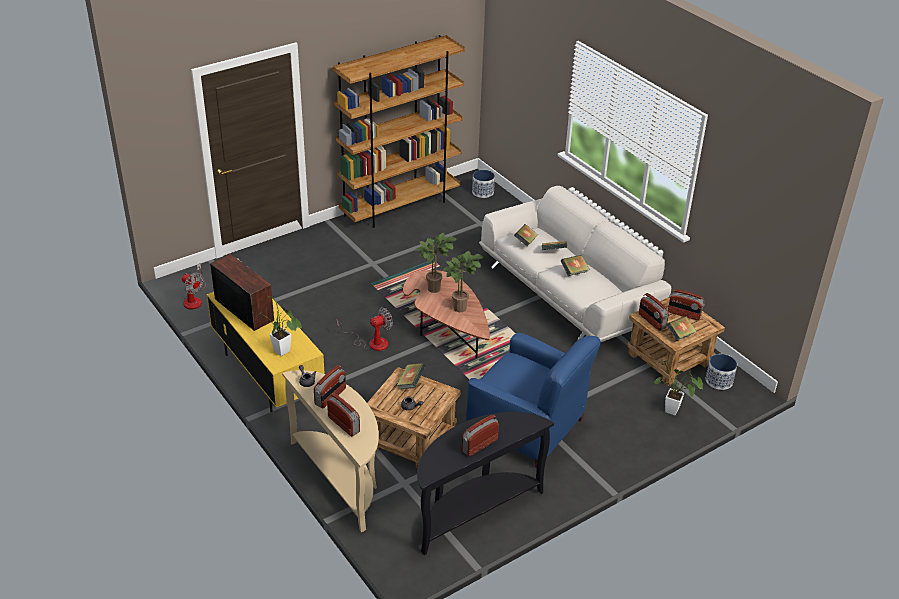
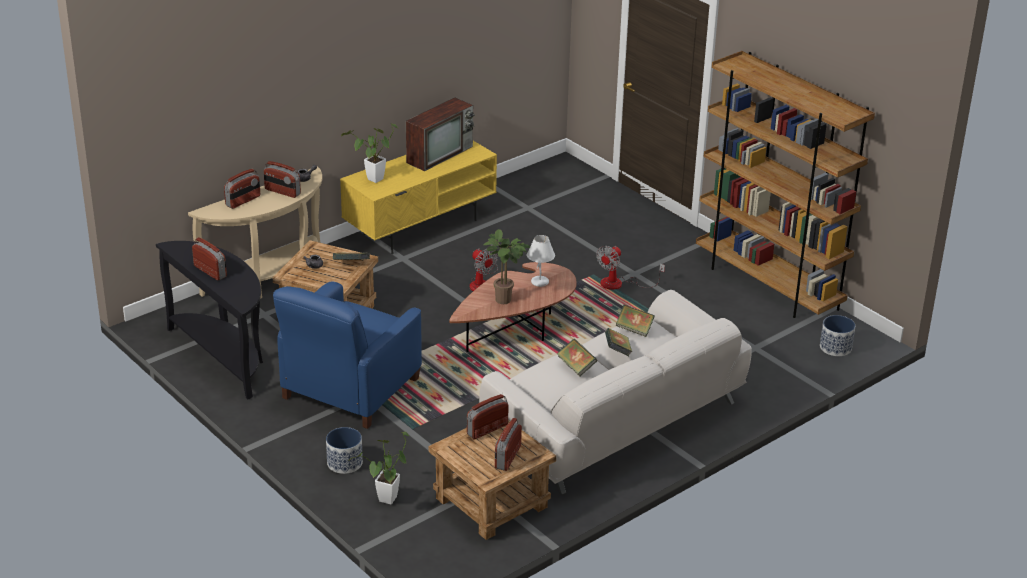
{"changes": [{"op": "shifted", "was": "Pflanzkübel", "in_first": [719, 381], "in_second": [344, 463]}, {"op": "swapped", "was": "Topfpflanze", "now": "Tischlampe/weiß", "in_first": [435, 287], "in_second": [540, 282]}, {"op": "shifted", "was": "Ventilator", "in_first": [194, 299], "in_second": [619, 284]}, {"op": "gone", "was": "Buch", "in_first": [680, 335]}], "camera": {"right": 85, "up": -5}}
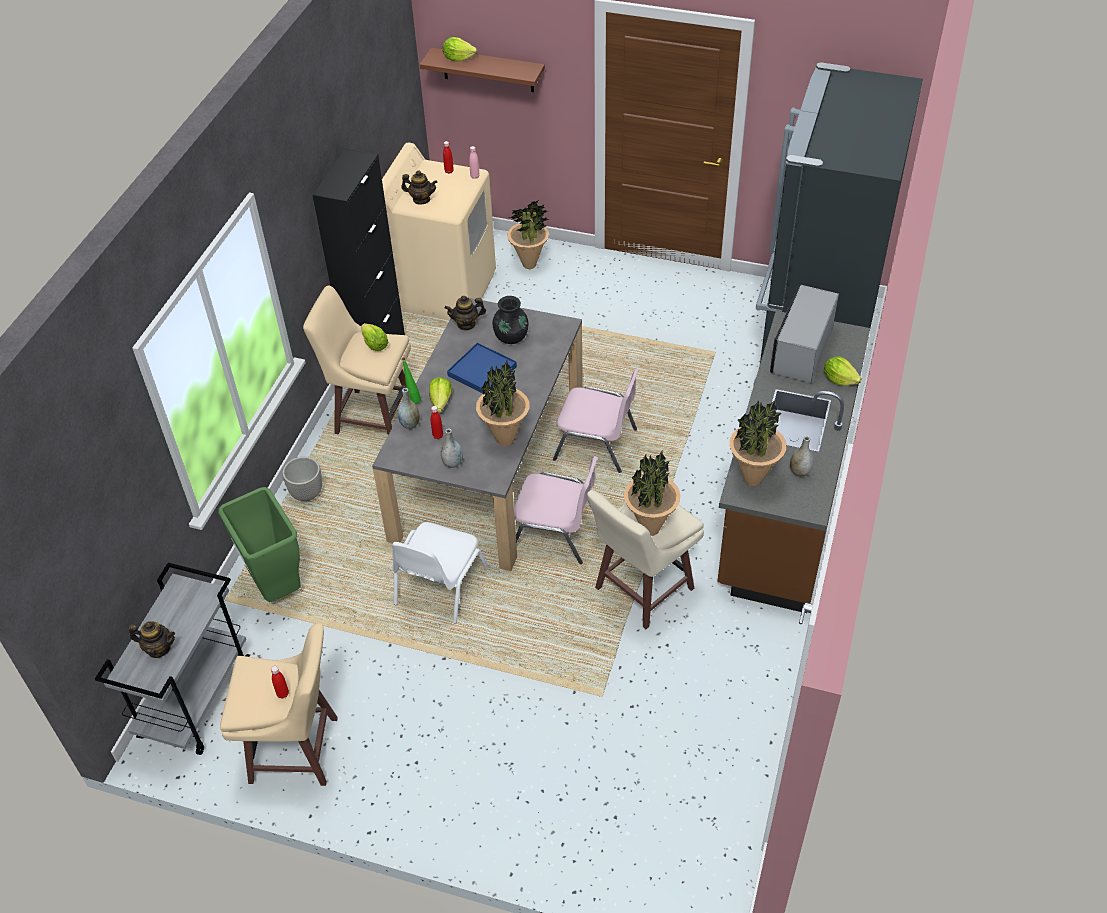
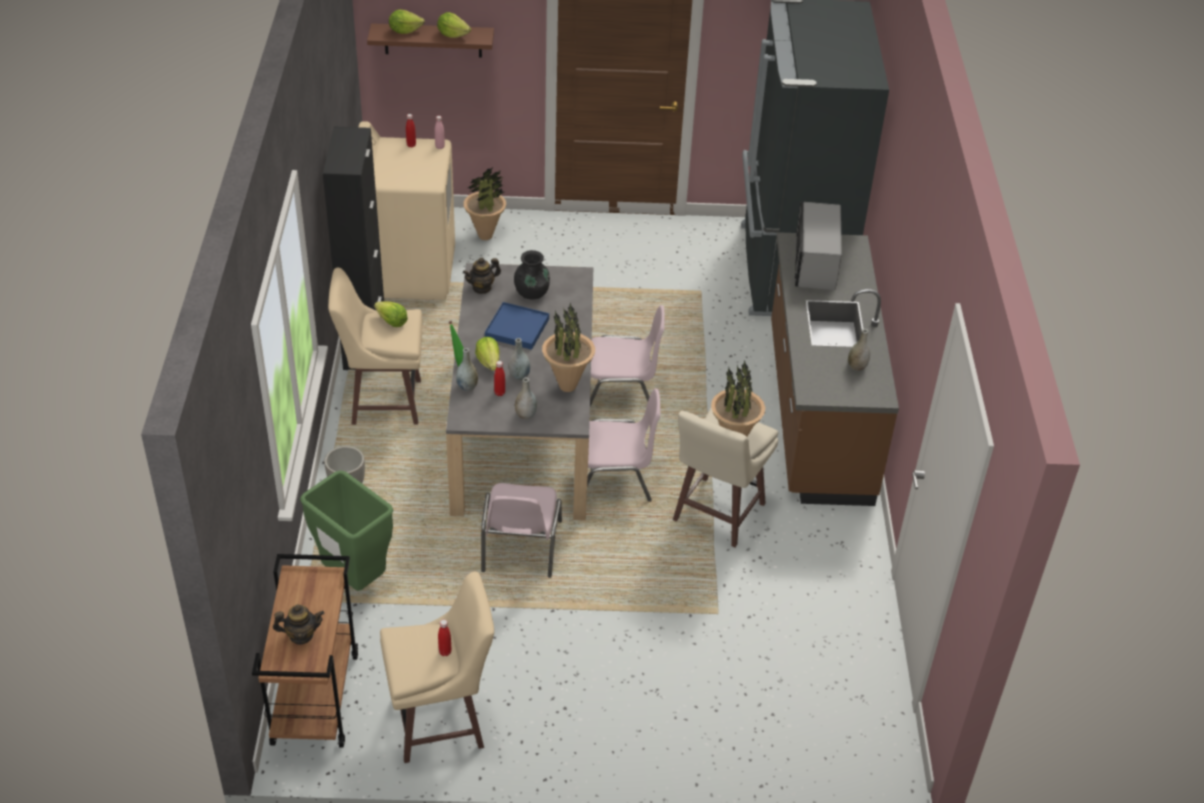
{"changes": [{"op": "repainted", "was": "Rollwagen/grau", "now": "Rollwagen/braun", "in_first": [196, 699], "in_second": [314, 698]}, {"op": "shifted", "was": "Salatkopf", "in_first": [839, 379], "in_second": [452, 34]}, {"op": "repainted", "was": "Stuhl/weiß", "now": "Stuhl/rosa", "in_first": [439, 586], "in_second": [520, 547]}, {"op": "new", "now": "Vase/grau", "in_second": [519, 376]}, {"op": "gone", "was": "Teekanne", "in_first": [421, 199]}, {"op": "gone", "was": "Topfpflanze", "in_first": [752, 479]}], "camera": {"right": -20, "up": -5}}
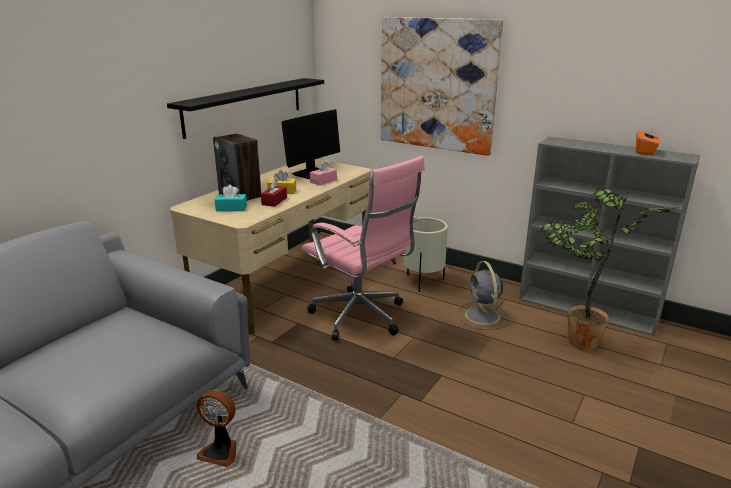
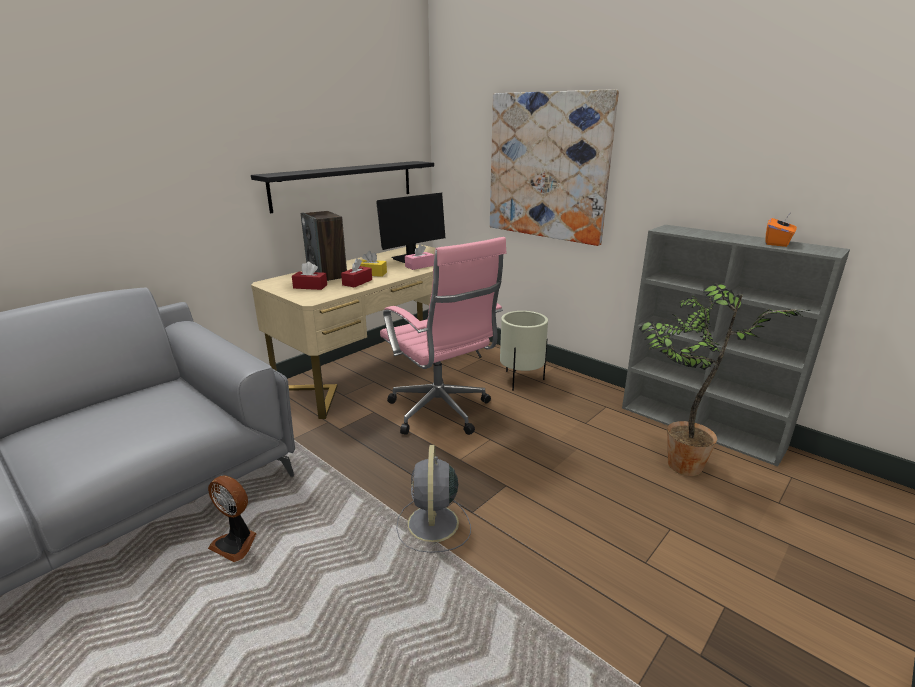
{"changes": [{"op": "repainted", "was": "Taschentuchbox/türkis", "now": "Taschentuchbox/rot", "in_first": [231, 208], "in_second": [310, 286]}, {"op": "shifted", "was": "Ventilator/grau", "in_first": [483, 316], "in_second": [433, 525]}], "camera": {"right": 10, "up": 0}}
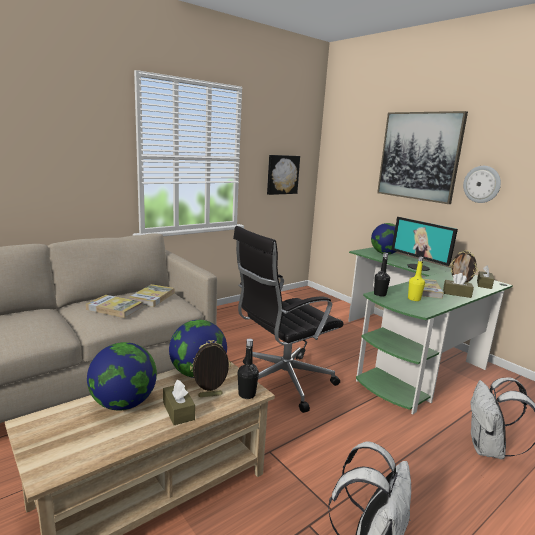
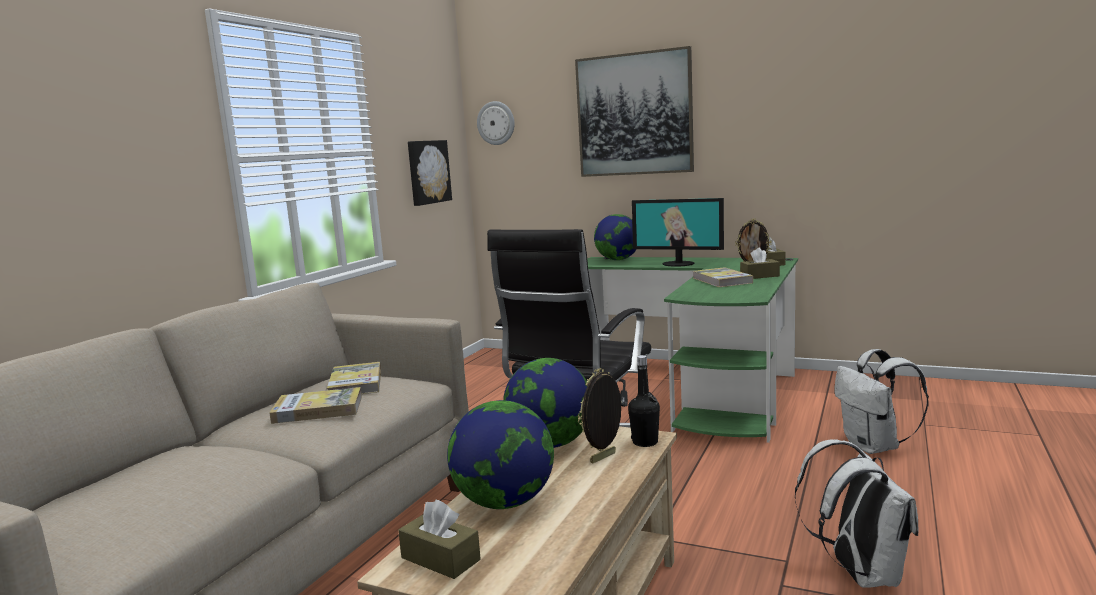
{"changes": [{"op": "shifted", "was": "Taschentuchbox/braun", "in_first": [178, 411], "in_second": [440, 559]}, {"op": "shifted", "was": "Wanduhr", "in_first": [482, 184], "in_second": [496, 123]}, {"op": "gone", "was": "Flasche/schwarz", "in_first": [379, 294]}, {"op": "gone", "was": "Flasche/gelb", "in_first": [414, 299]}], "camera": {"right": -25, "up": -5}}
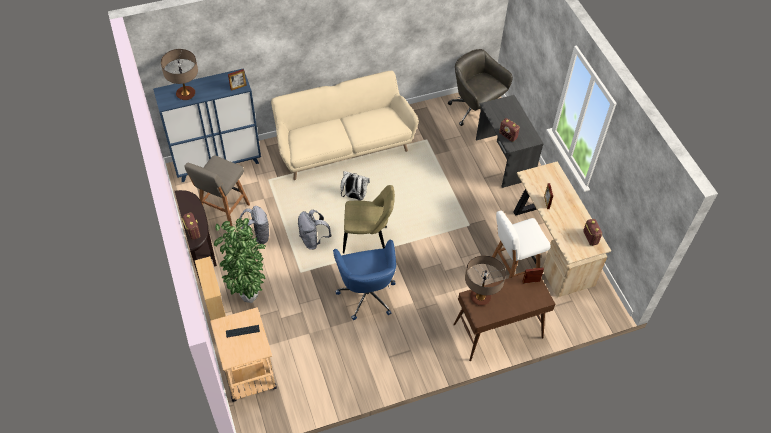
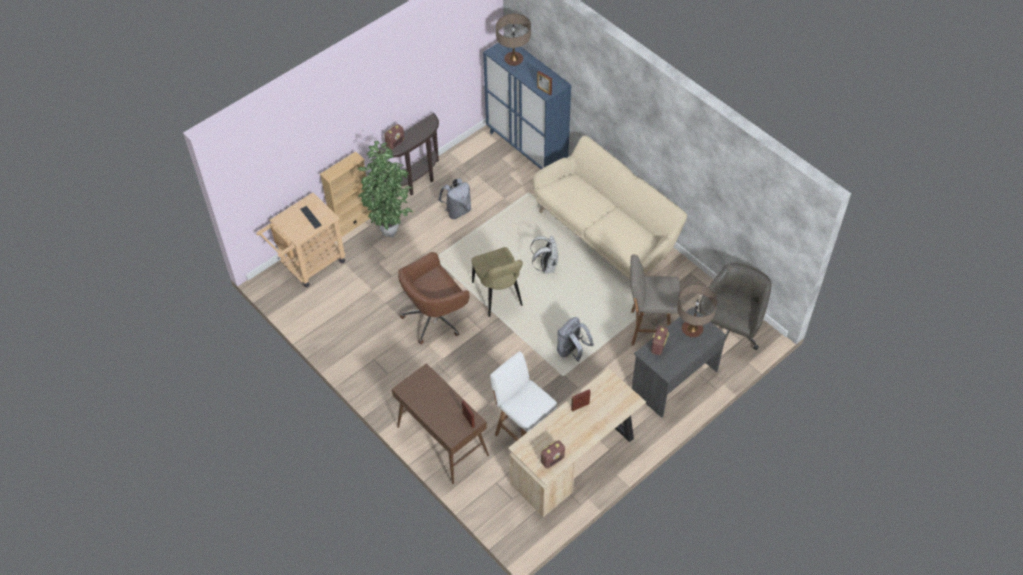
{"changes": [{"op": "repainted", "was": "Bürostuhl/blau", "now": "Bürostuhl/braun", "in_first": [367, 293], "in_second": [435, 317]}, {"op": "shifted", "was": "Rucksack/grau", "in_first": [313, 240], "in_second": [572, 351]}, {"op": "shifted", "was": "Hocker/grau", "in_first": [223, 211], "in_second": [648, 328]}, {"op": "shifted", "was": "Tischlampe", "in_first": [480, 297], "in_second": [692, 329]}], "camera": {"right": 70, "up": 0}}
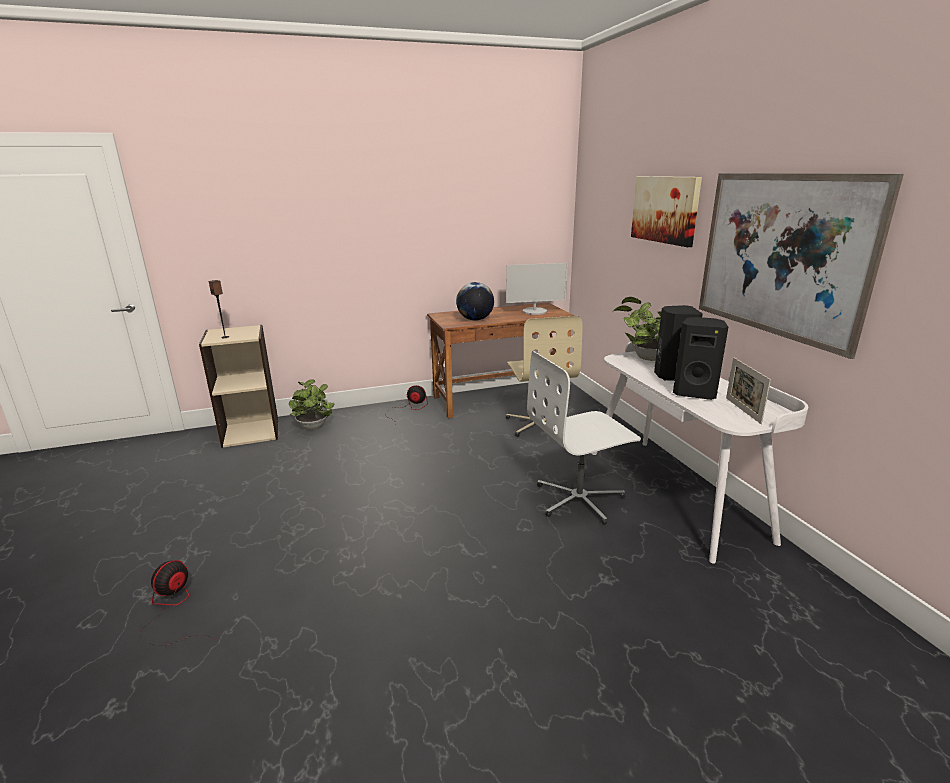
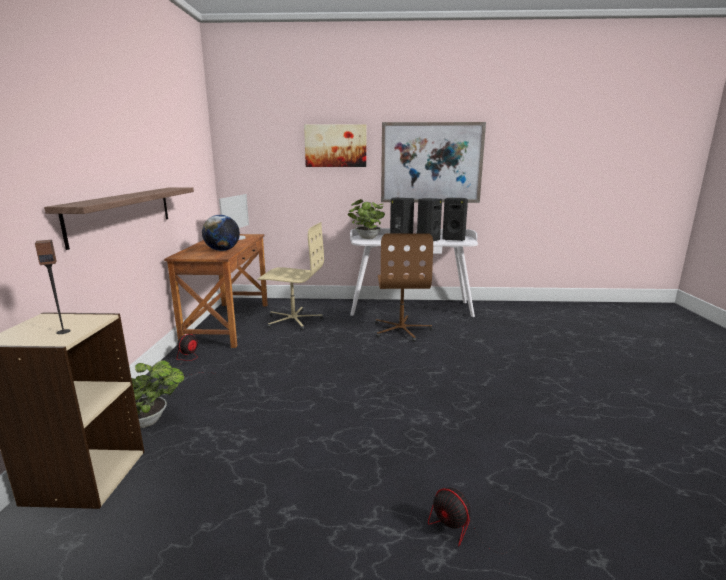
{"changes": [{"op": "new", "now": "Wandregal", "in_second": [123, 213]}, {"op": "repainted", "was": "Bürostuhl/weiß", "now": "Bürostuhl/braun", "in_first": [579, 499], "in_second": [401, 329]}, {"op": "swapped", "was": "Bilderrahmen", "now": "Lautsprecher/schwarz", "in_first": [742, 410], "in_second": [454, 239]}], "camera": {"right": -70, "up": -5}}
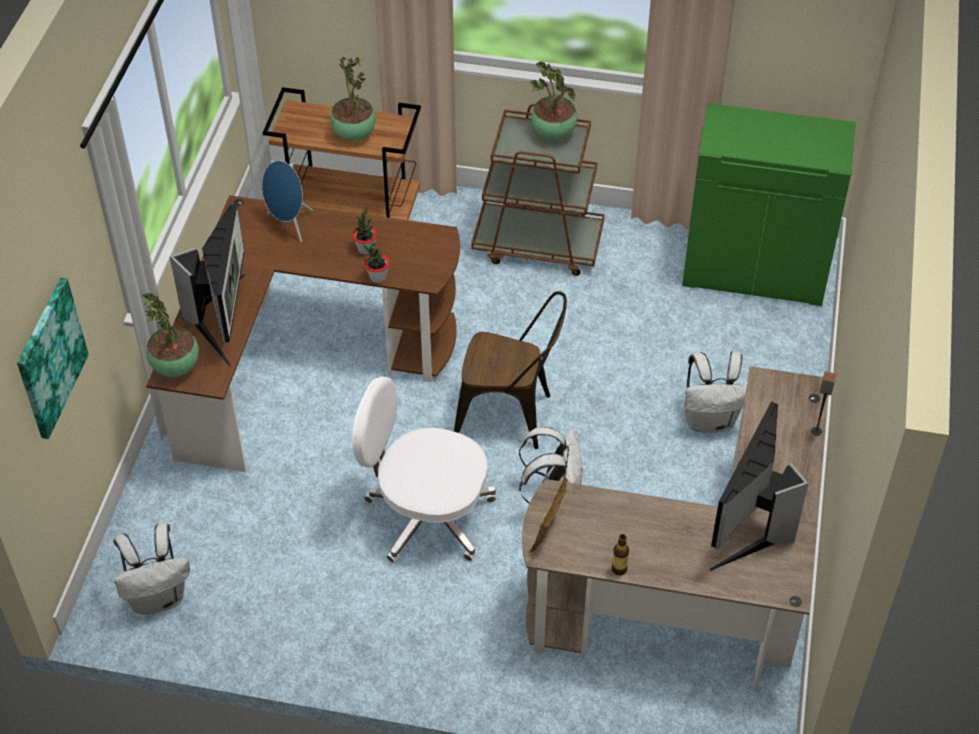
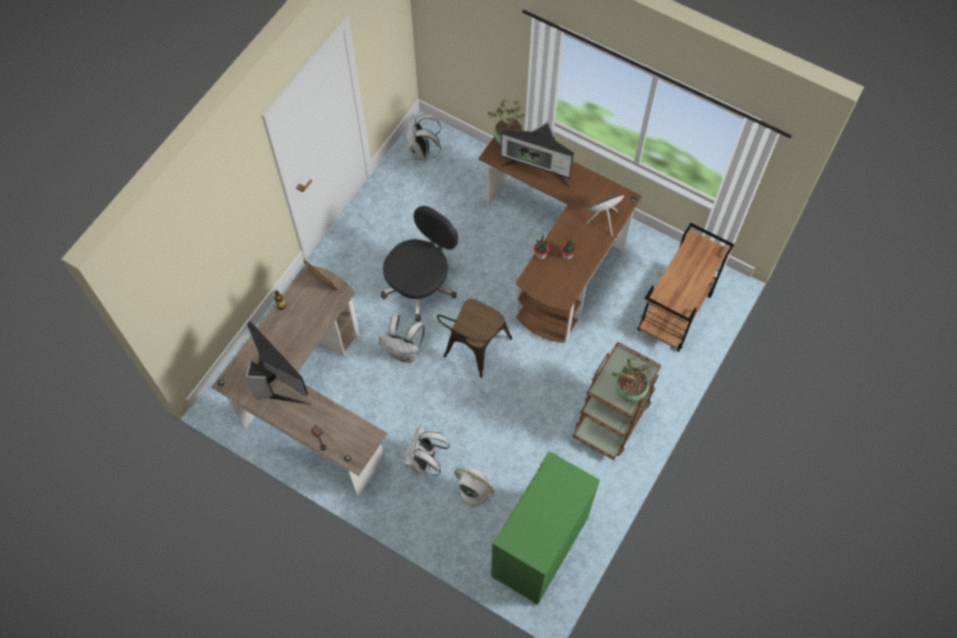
{"changes": [{"op": "repainted", "was": "Bürostuhl/weiß", "now": "Bürostuhl/schwarz", "in_first": [427, 515], "in_second": [421, 285]}, {"op": "new", "now": "Ventilator/weiß", "in_second": [473, 490]}, {"op": "gone", "was": "Bild", "in_first": [50, 358]}, {"op": "gone", "was": "Topfpflanze", "in_first": [353, 134]}], "camera": {"right": 110, "up": 15}}
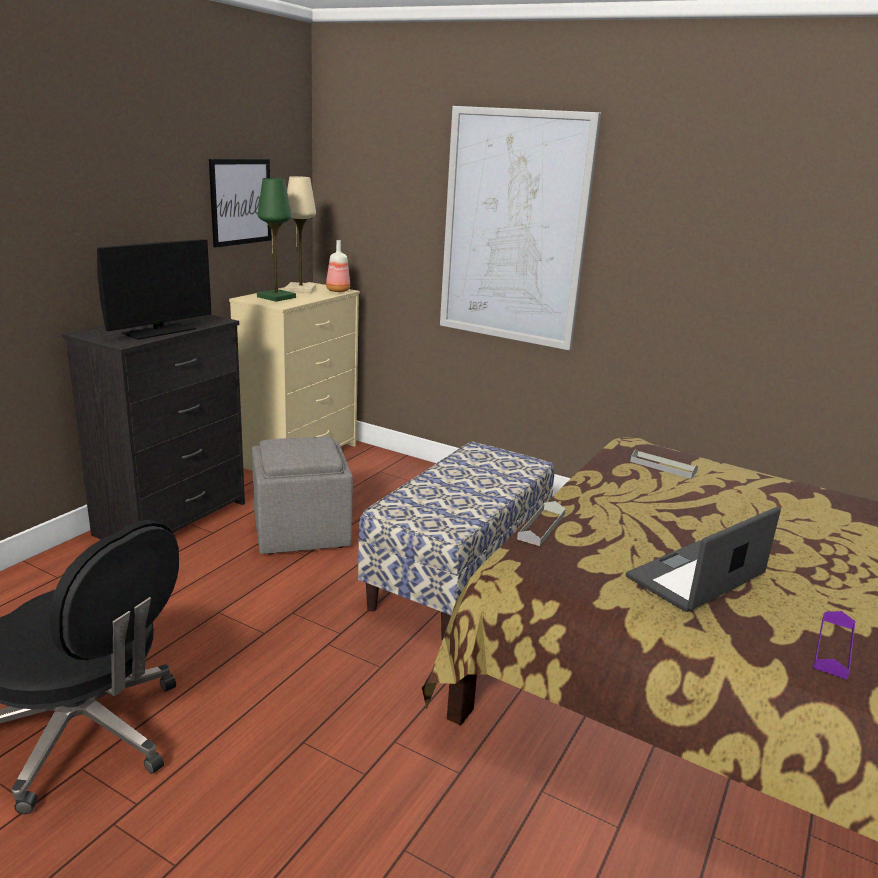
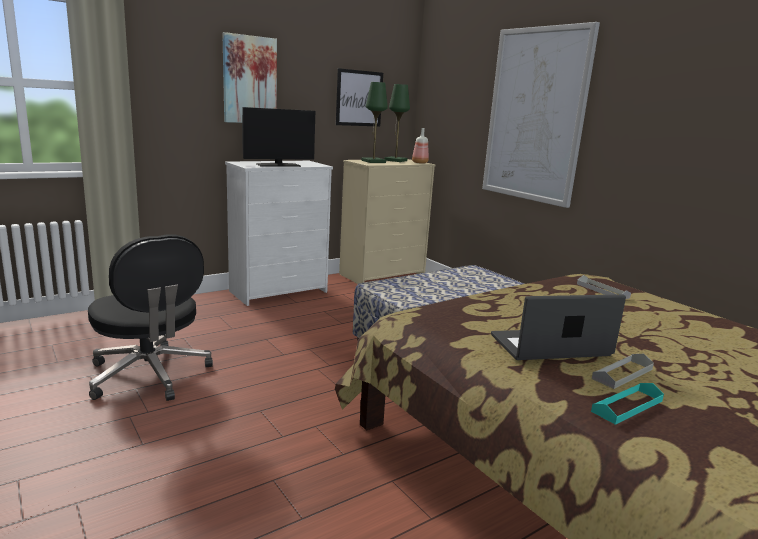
{"changes": [{"op": "new", "now": "Bild", "in_second": [249, 80]}, {"op": "repainted", "was": "Kommode/schwarz", "now": "Kommode/weiß", "in_first": [173, 518], "in_second": [279, 291]}, {"op": "repainted", "was": "Tischlampe/beige", "now": "Tischlampe/grün", "in_first": [300, 289], "in_second": [395, 160]}, {"op": "repainted", "was": "Tablett/lila", "now": "Tablett/türkis", "in_first": [833, 647], "in_second": [627, 406]}, {"op": "shifted", "was": "Tablett/grau", "in_first": [541, 527], "in_second": [622, 374]}, {"op": "gone", "was": "Polsterhocker/grau", "in_first": [302, 531]}], "camera": {"right": 25, "up": -5}}
